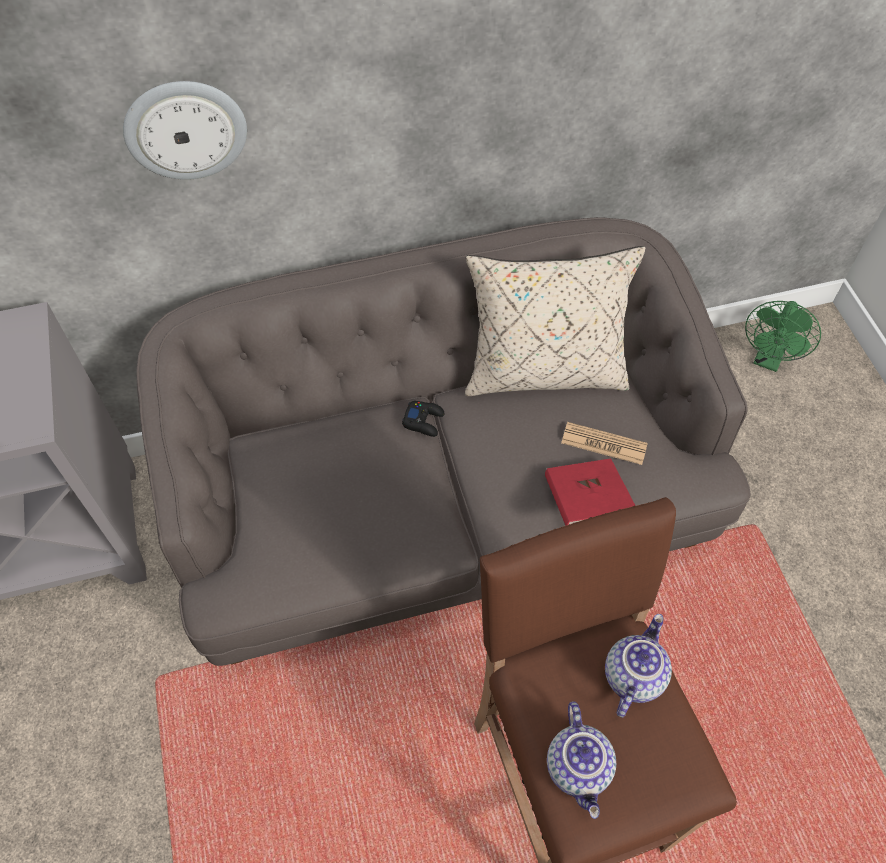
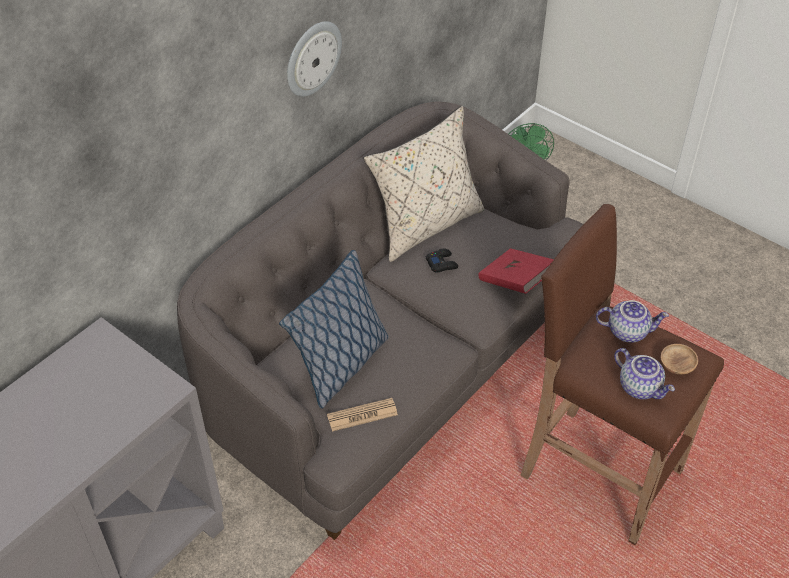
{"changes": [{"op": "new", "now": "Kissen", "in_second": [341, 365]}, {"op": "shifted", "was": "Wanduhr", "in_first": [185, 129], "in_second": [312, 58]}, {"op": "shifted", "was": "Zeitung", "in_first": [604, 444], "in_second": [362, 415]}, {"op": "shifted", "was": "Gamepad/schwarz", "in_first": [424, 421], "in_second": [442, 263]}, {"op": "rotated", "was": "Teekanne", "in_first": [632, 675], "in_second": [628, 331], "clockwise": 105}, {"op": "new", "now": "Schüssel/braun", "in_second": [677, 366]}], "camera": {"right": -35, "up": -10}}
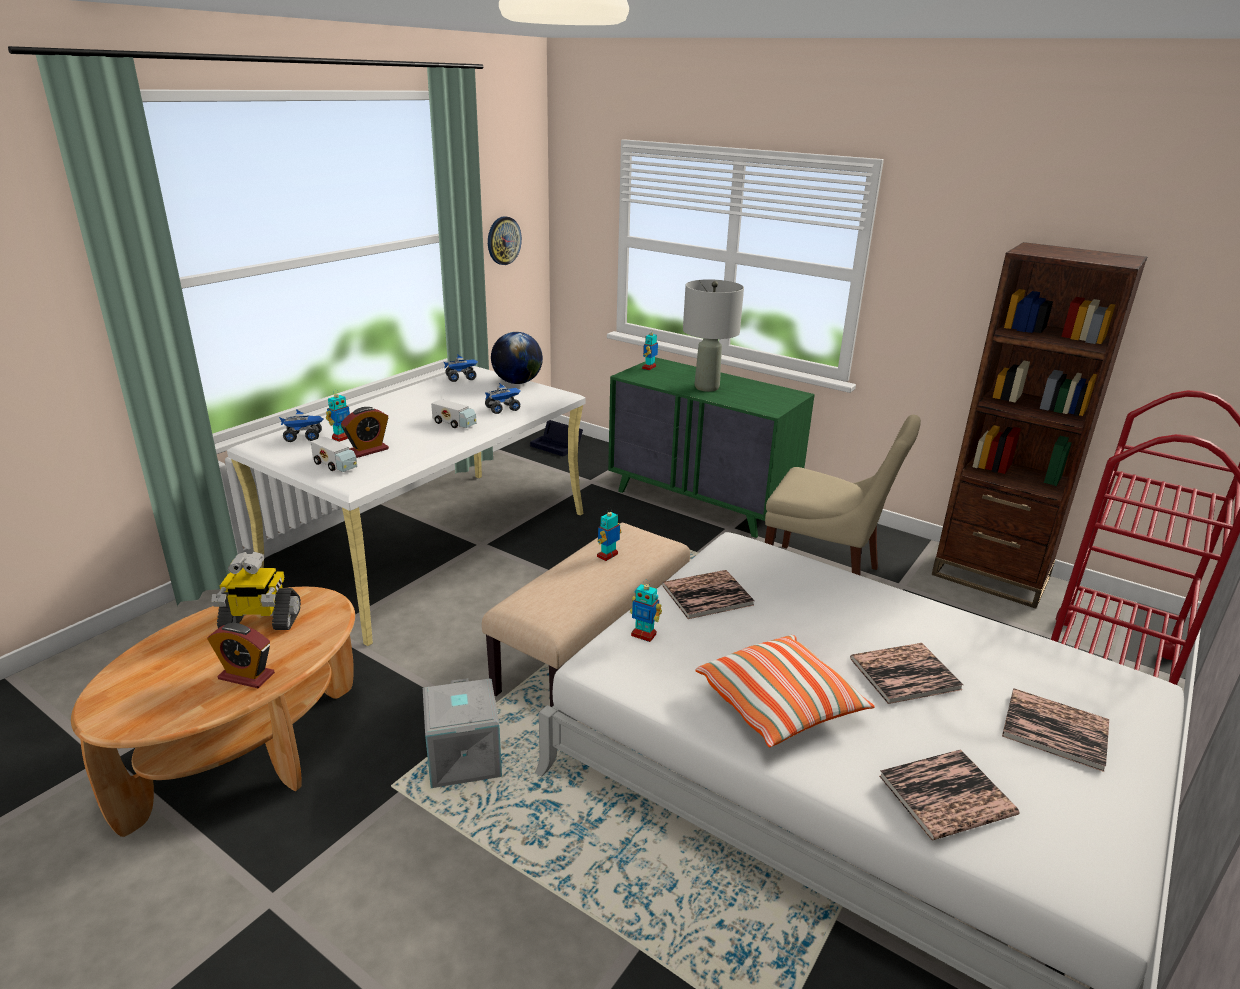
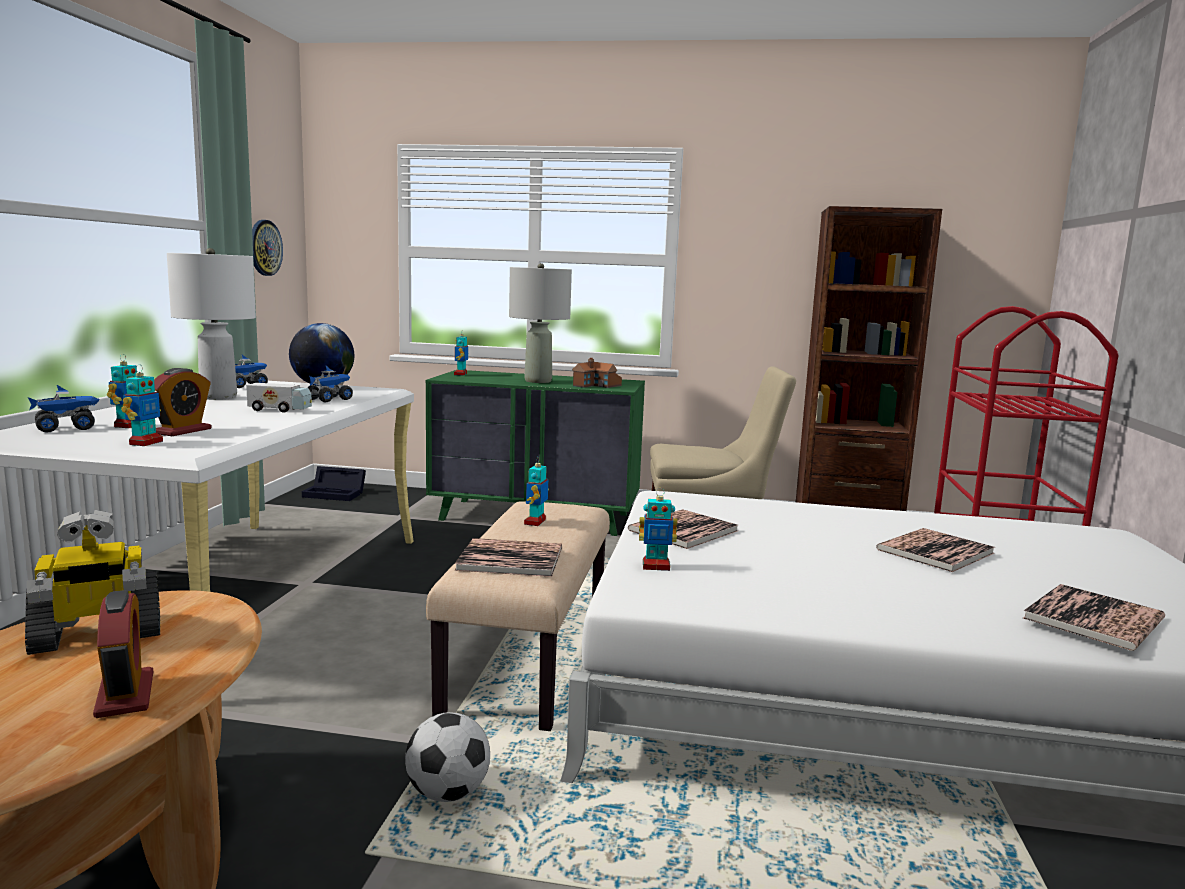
{"changes": [{"op": "rotated", "was": "Wecker", "in_first": [246, 676], "in_second": [125, 695], "clockwise": -105}, {"op": "swapped", "was": "Spielzeuglaster", "now": "Spielzeugroboter", "in_first": [335, 465], "in_second": [145, 443]}, {"op": "new", "now": "Tischlampe/weiß", "in_second": [217, 397]}, {"op": "swapped", "was": "Aufbewahrungsbox/grau", "now": "Fußball", "in_first": [462, 758], "in_second": [448, 793]}, {"op": "shifted", "was": "Buch", "in_first": [1055, 729], "in_second": [510, 559]}, {"op": "new", "now": "Spielzeughaus", "in_second": [597, 385]}, {"op": "gone", "was": "Kissen", "in_first": [780, 706]}], "camera": {"right": -25, "up": -15}}
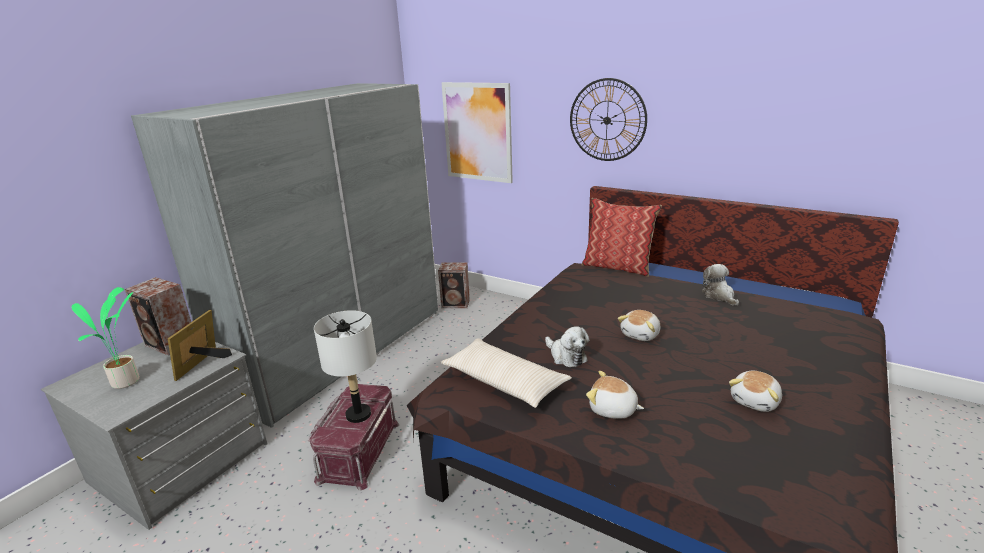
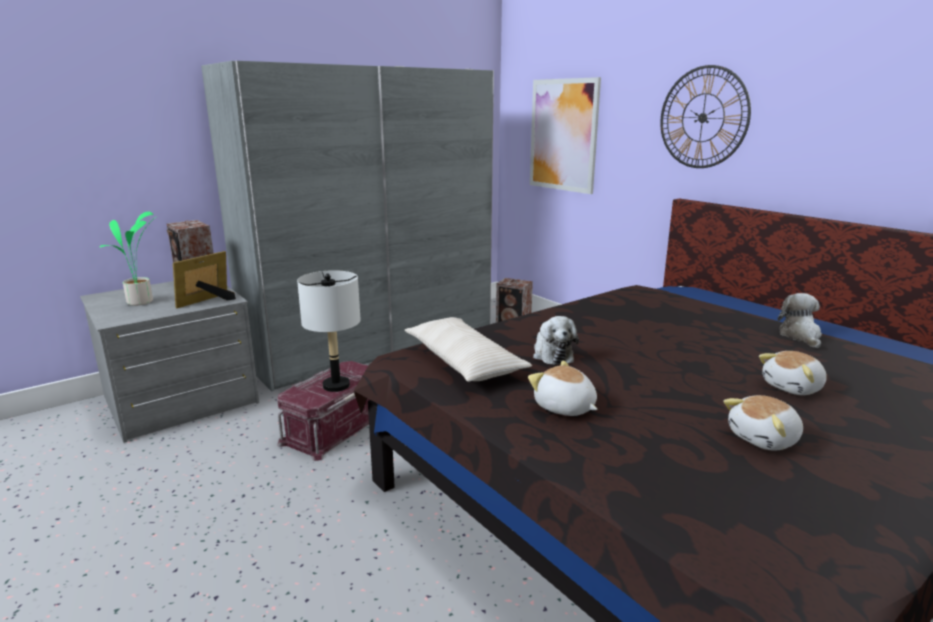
{"changes": [{"op": "shifted", "was": "Plüschtier", "in_first": [641, 334], "in_second": [793, 387]}, {"op": "gone", "was": "Kissen", "in_first": [618, 267]}], "camera": {"right": 20, "up": -5}}
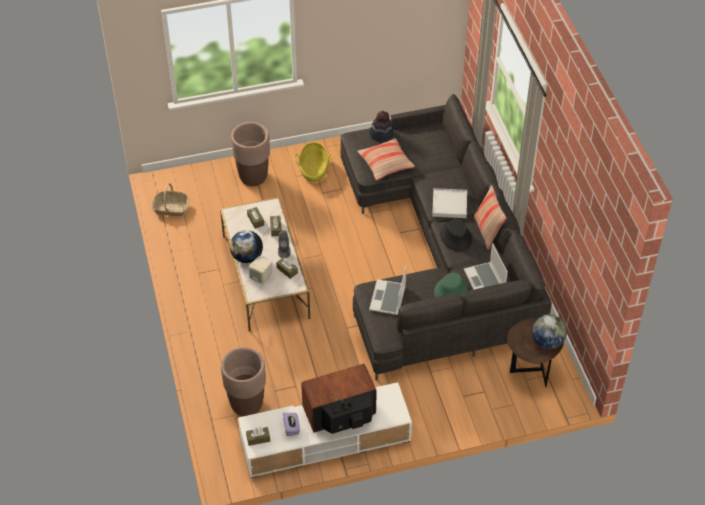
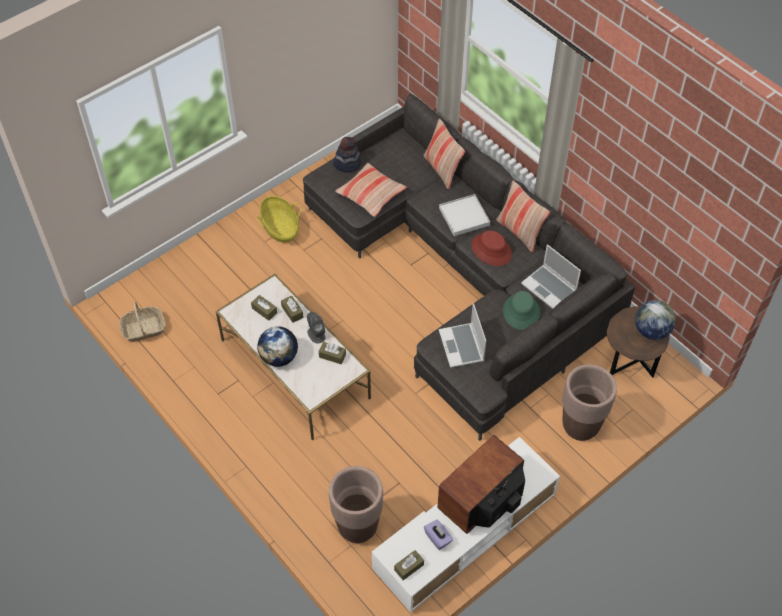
{"changes": [{"op": "new", "now": "Kissen", "in_second": [442, 170]}, {"op": "repainted", "was": "Hut/schwarz", "now": "Hut/rot", "in_first": [456, 237], "in_second": [491, 250]}, {"op": "shifted", "was": "Pflanzkübel/braun", "in_first": [253, 177], "in_second": [580, 426]}, {"op": "gone", "was": "Lautsprecher/beige", "in_first": [261, 278]}], "camera": {"right": -25, "up": 5}}
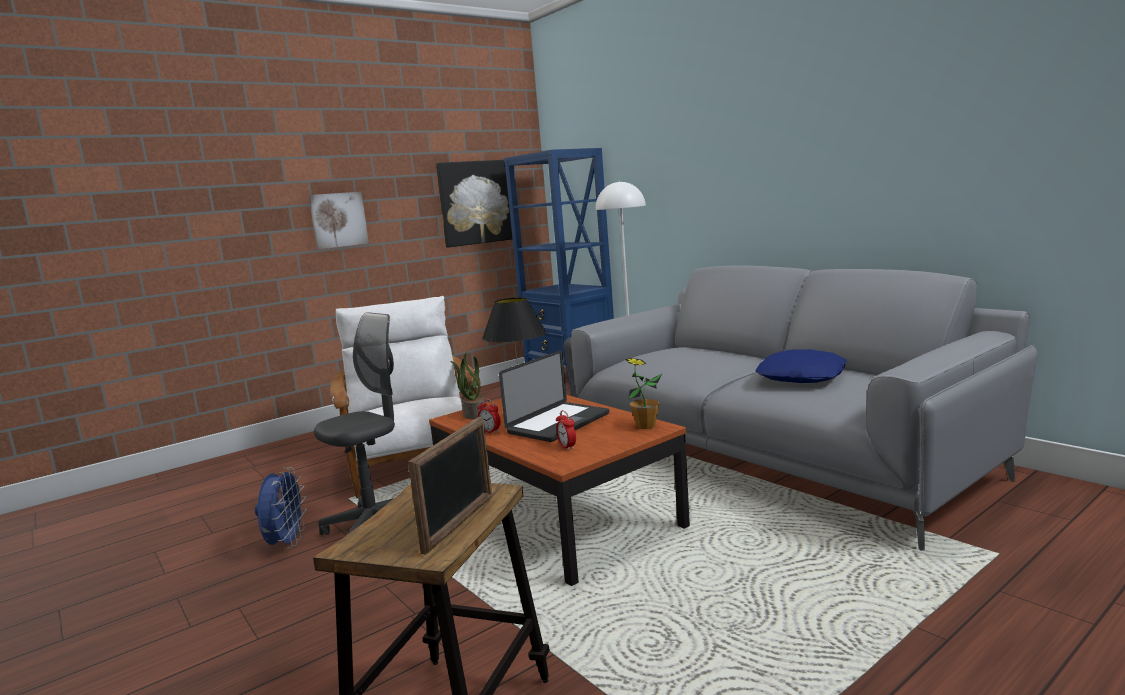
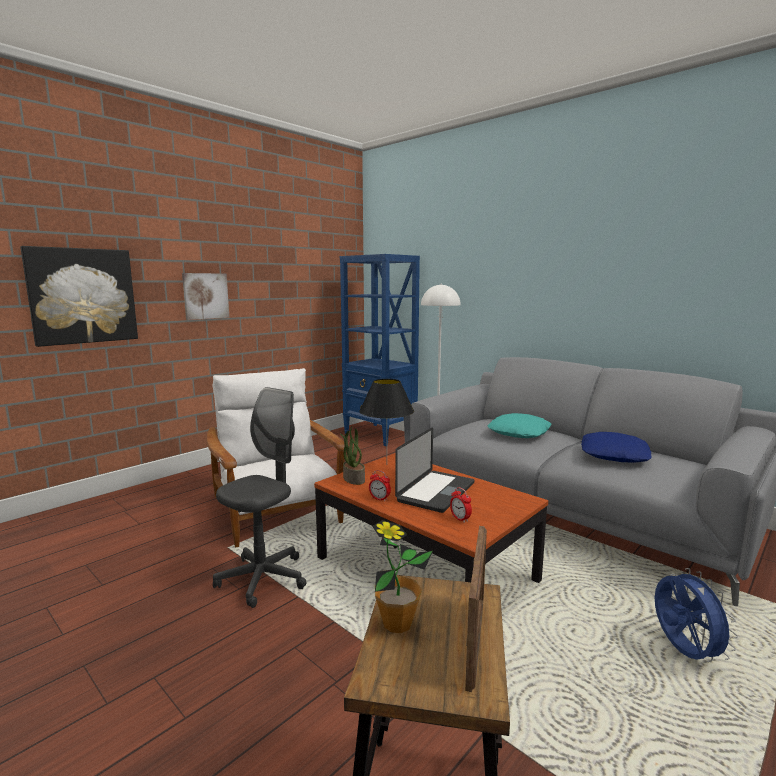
{"changes": [{"op": "shifted", "was": "Bild", "in_first": [476, 202], "in_second": [82, 296]}, {"op": "shifted", "was": "Topfpflanze", "in_first": [645, 426], "in_second": [397, 624]}, {"op": "new", "now": "Kissen/türkis", "in_second": [519, 433]}, {"op": "shifted", "was": "Ventilator/blau", "in_first": [286, 544], "in_second": [683, 652]}], "camera": {"right": -10, "up": 0}}
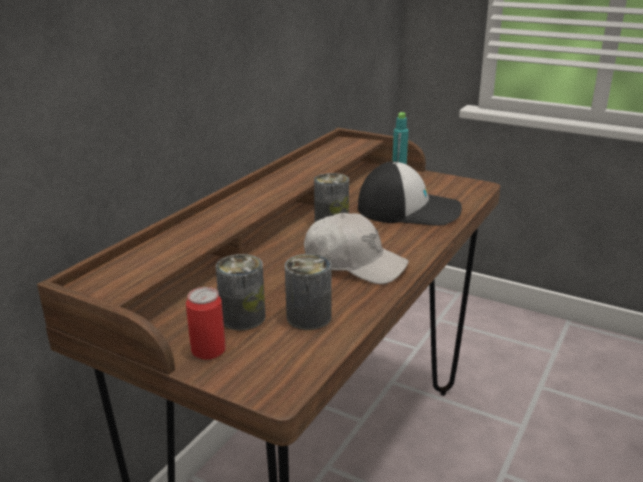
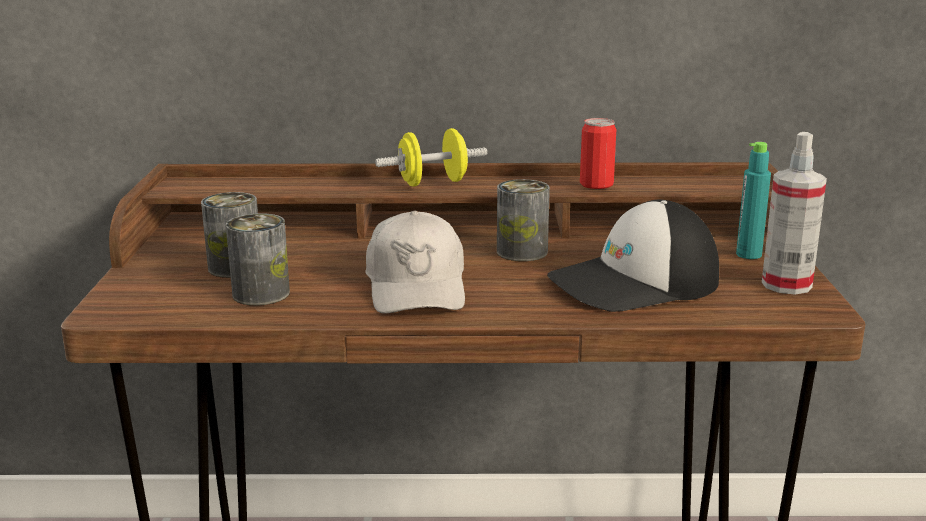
{"changes": [{"op": "new", "now": "Hantel/gelb", "in_second": [432, 183]}, {"op": "rotated", "was": "Kappe", "in_first": [409, 209], "in_second": [634, 283], "clockwise": 90}, {"op": "shifted", "was": "Dose", "in_first": [208, 350], "in_second": [596, 184]}, {"op": "new", "now": "Sprühflasche", "in_second": [786, 285]}], "camera": {"right": 60, "up": -5}}
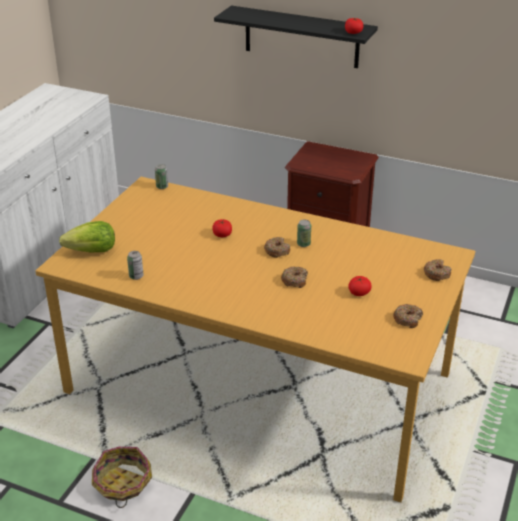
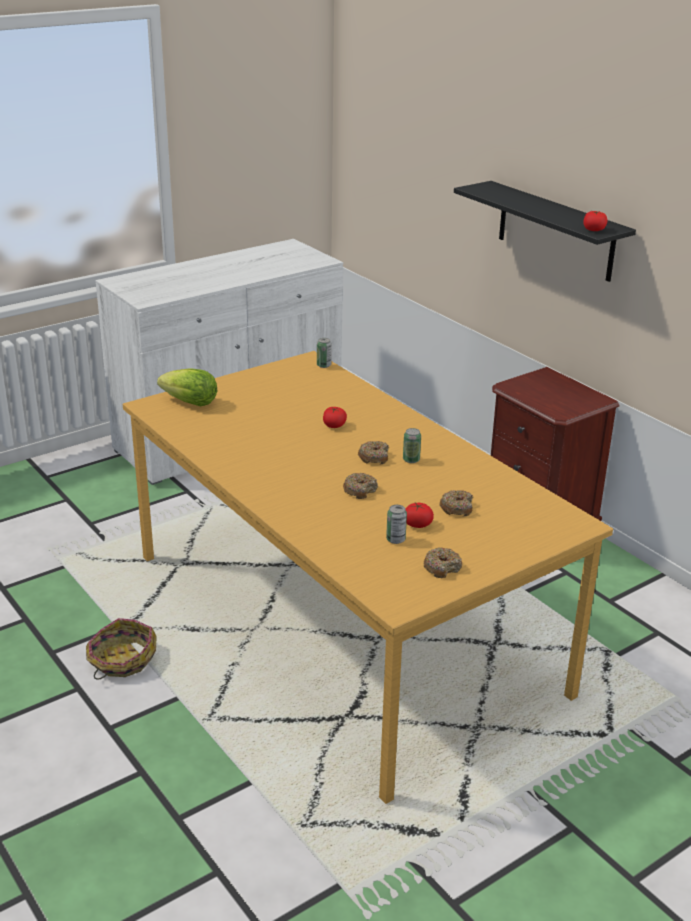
{"changes": [{"op": "shifted", "was": "Dose", "in_first": [136, 276], "in_second": [395, 539]}, {"op": "shifted", "was": "Donut", "in_first": [436, 274], "in_second": [457, 508]}], "camera": {"right": 30, "up": -5}}
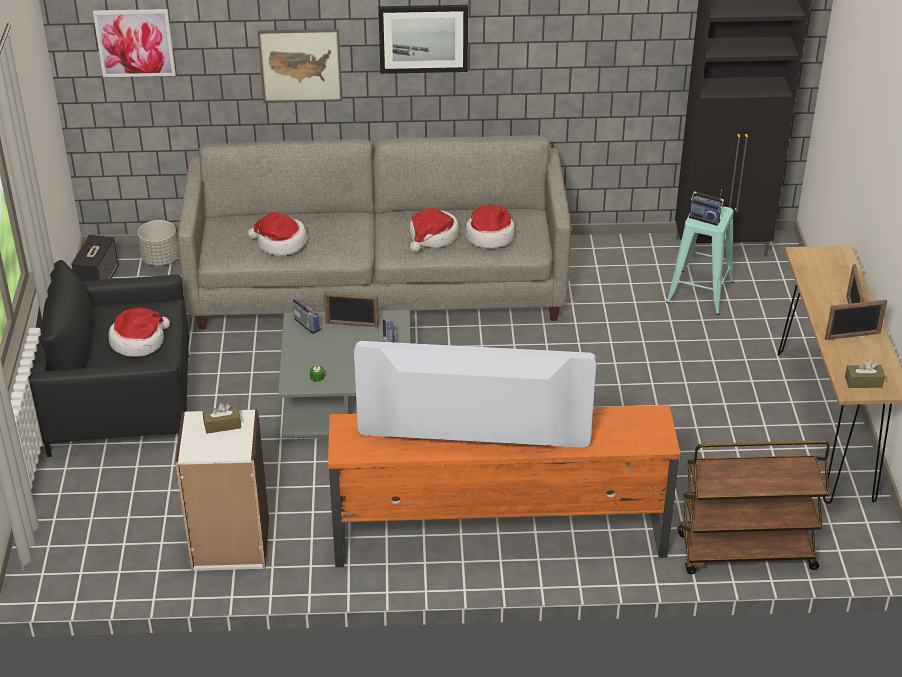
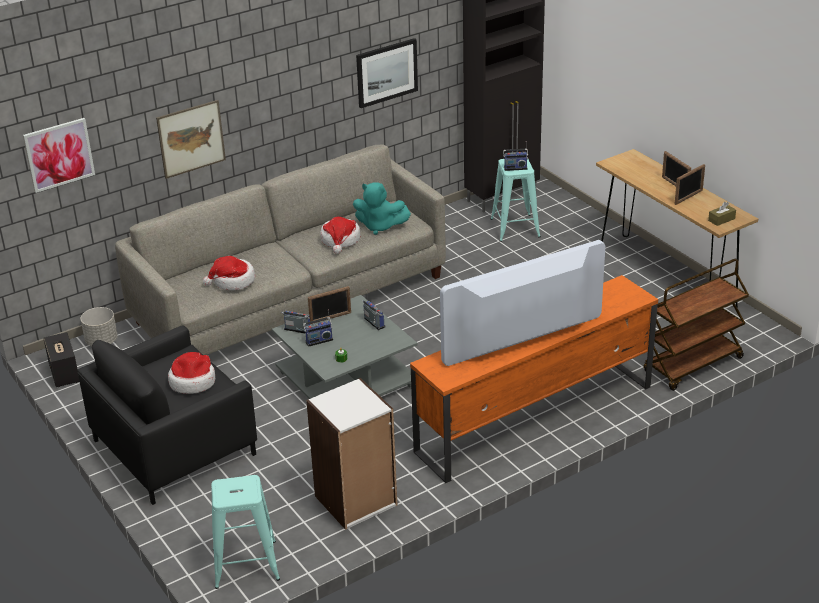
{"changes": [{"op": "new", "now": "Hocker/türkis", "in_second": [246, 564]}, {"op": "new", "now": "Radio", "in_second": [318, 340]}, {"op": "swapped", "was": "Hut", "now": "Plüschtier/türkis", "in_first": [489, 236], "in_second": [379, 226]}, {"op": "shifted", "was": "Bild", "in_first": [423, 38], "in_second": [386, 72]}, {"op": "gone", "was": "Taschentuchbox/braun", "in_first": [222, 425]}], "camera": {"right": -30, "up": -5}}
